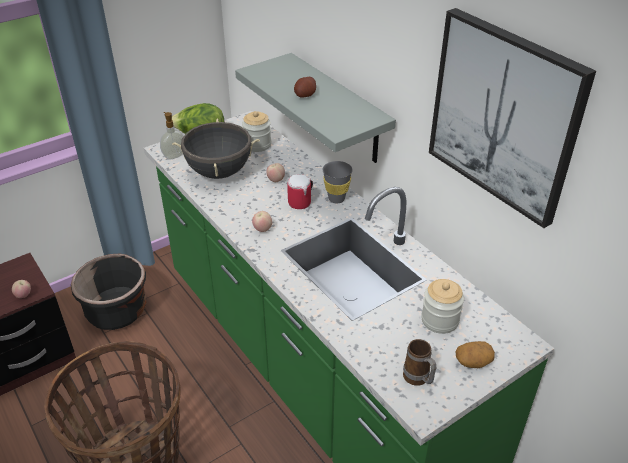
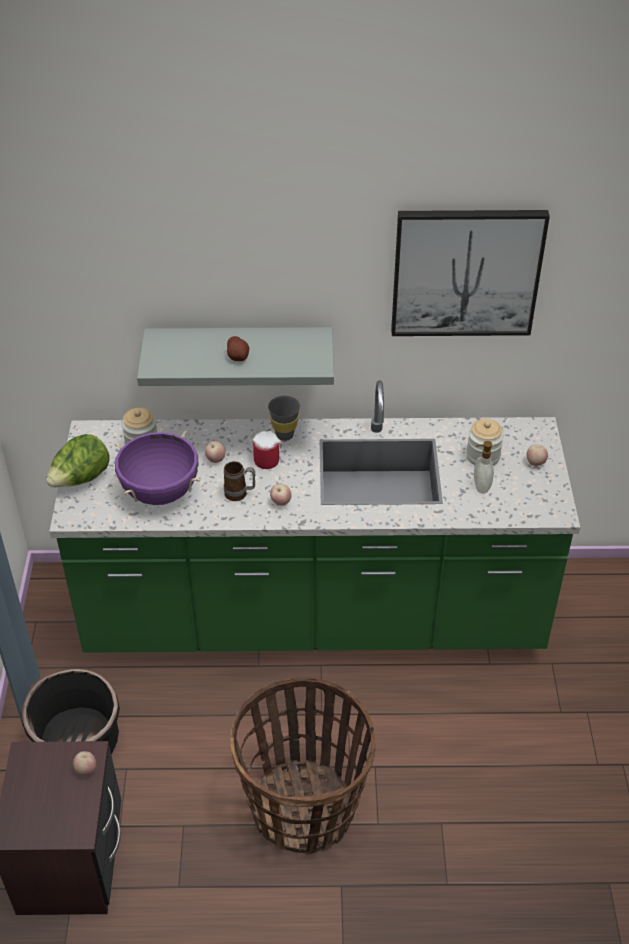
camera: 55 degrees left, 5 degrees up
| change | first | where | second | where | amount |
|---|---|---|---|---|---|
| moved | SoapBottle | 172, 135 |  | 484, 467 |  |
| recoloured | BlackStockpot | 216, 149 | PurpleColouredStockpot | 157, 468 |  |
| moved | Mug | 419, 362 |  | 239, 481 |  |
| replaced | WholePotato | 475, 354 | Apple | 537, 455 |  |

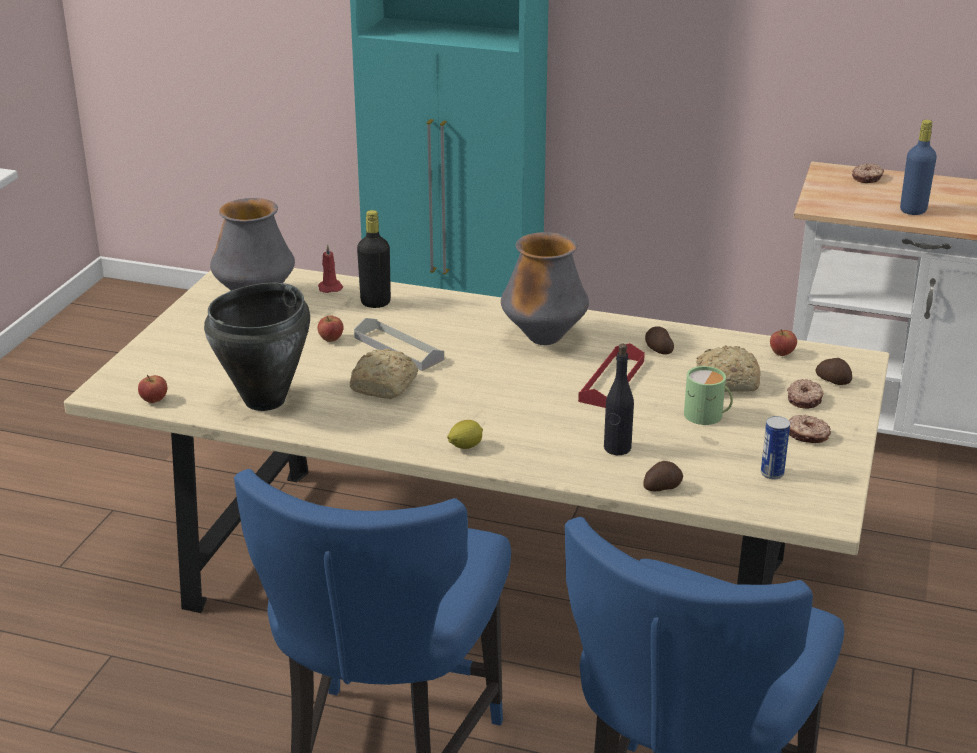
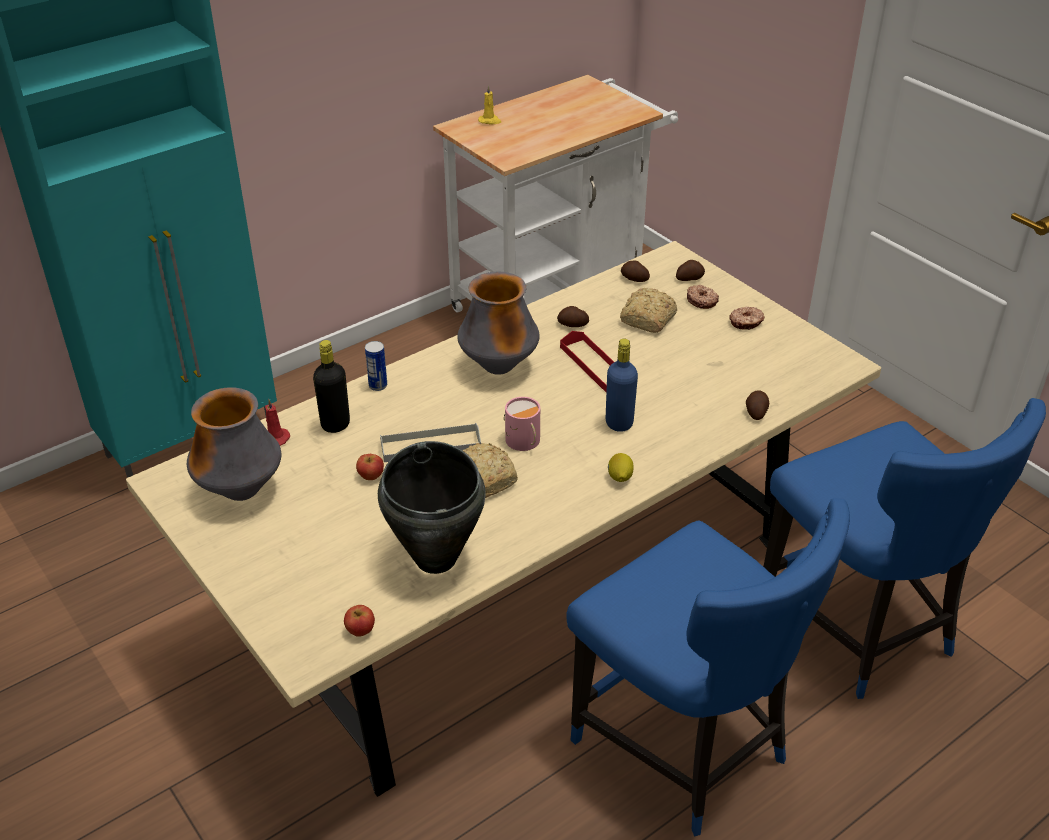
camera: 55 degrees left, 10 degrees up
| change | first | where | second | where | amount |
|---|---|---|---|---|---|
| removed | BlackDrinkBottle | 619, 399 |  |  |  |
| removed | GreenColouredMug | 708, 395 |  |  |  |
| moved | MetalCan | 775, 447 |  | 376, 366 |  |
| replaced | Apple | 783, 342 | WholePotato | 635, 271 |  |
| replaced | Donut | 868, 173 | YellowishWaxCandle | 489, 105 |  |
| moved | BlueColouredDrinkBottle | 918, 167 |  | 622, 385 |  |
| added |  |  | PinkColouredMug | 522, 424 |  |

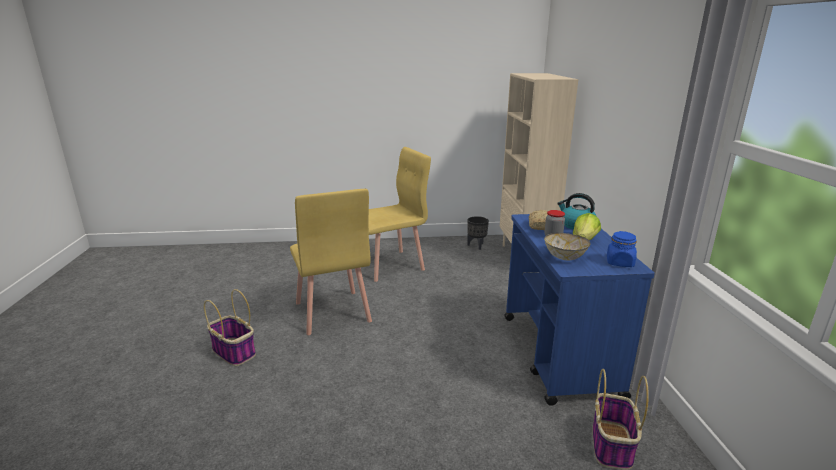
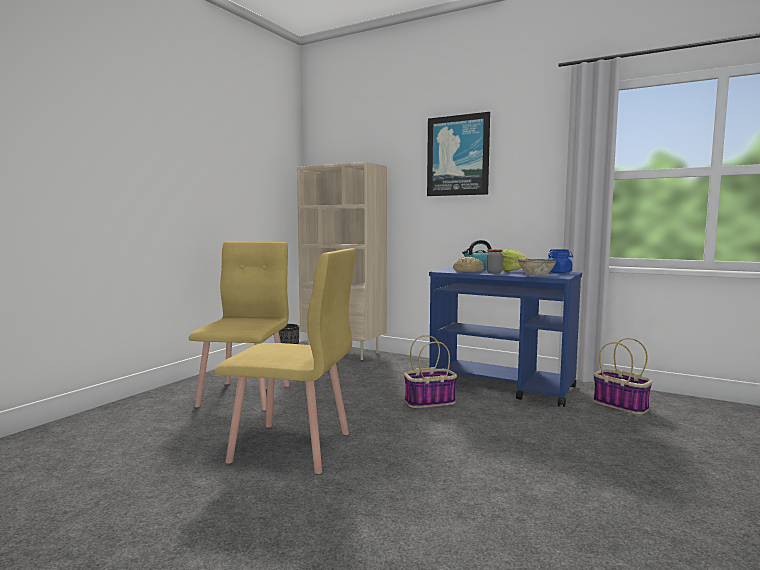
camera: 55 degrees left, 15 degrees down
| change | first | where | second | where | amount |
|---|---|---|---|---|---|
| moved | Basket | 230, 327 |  | 430, 371 |  |
| added |  |  | WallPicture | 458, 154 |  |

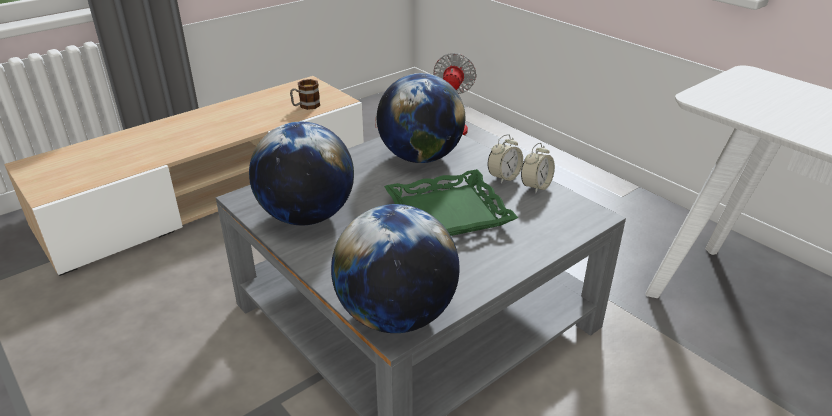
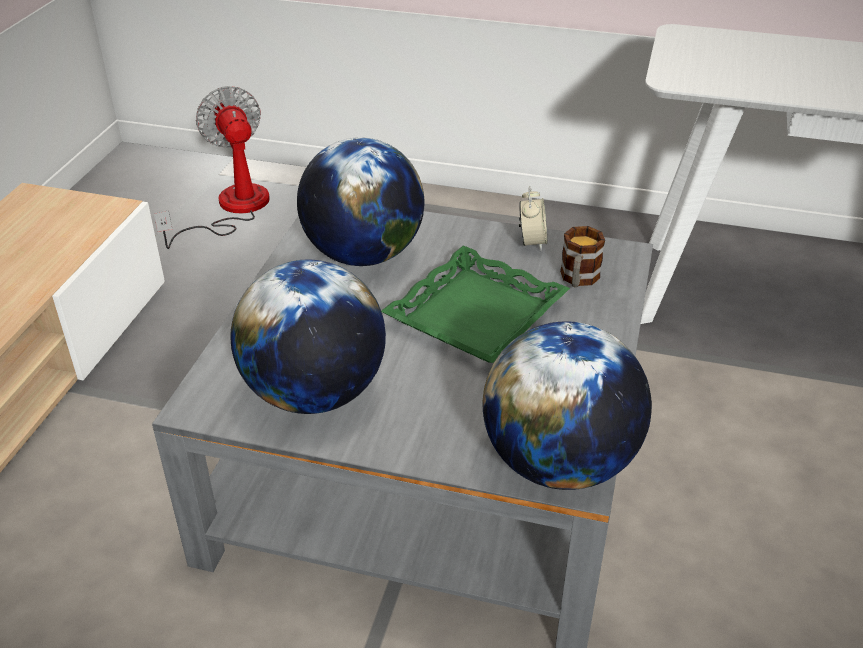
camera: 35 degrees left, 5 degrees up
| change | first | where | second | where | amount |
|---|---|---|---|---|---|
| moved | Mug | 305, 94 |  | 582, 256 |  |
| removed | AlarmClock | 505, 159 |  |  |  |

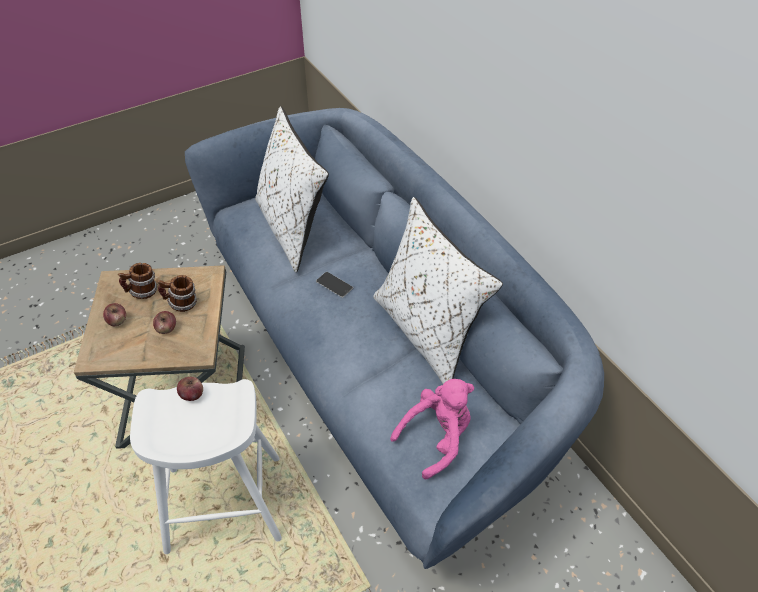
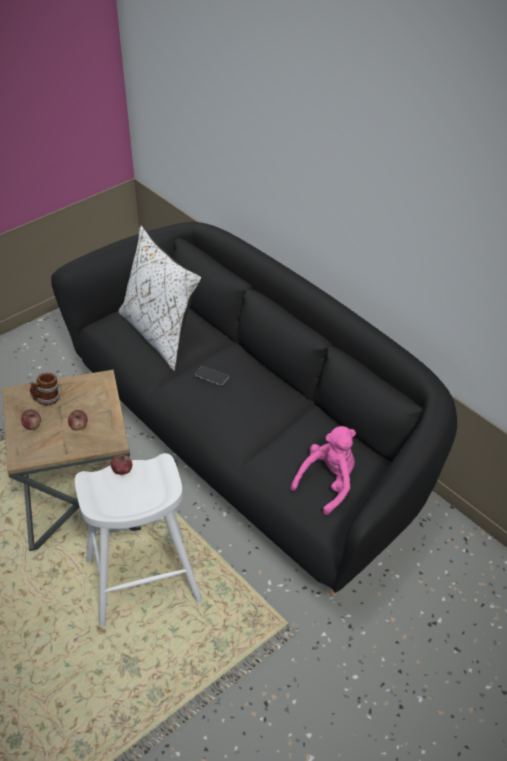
camera: 10 degrees left, 5 degrees down
| change | first | where | second | where | amount |
|---|---|---|---|---|---|
| removed | Mug | 177, 293 |  |  |  |
| recoloured | BlueColouredSettee | 394, 338 | BlackSettee | 254, 409 |  |
| removed | WhitishThrowPillow | 438, 290 |  |  |  |

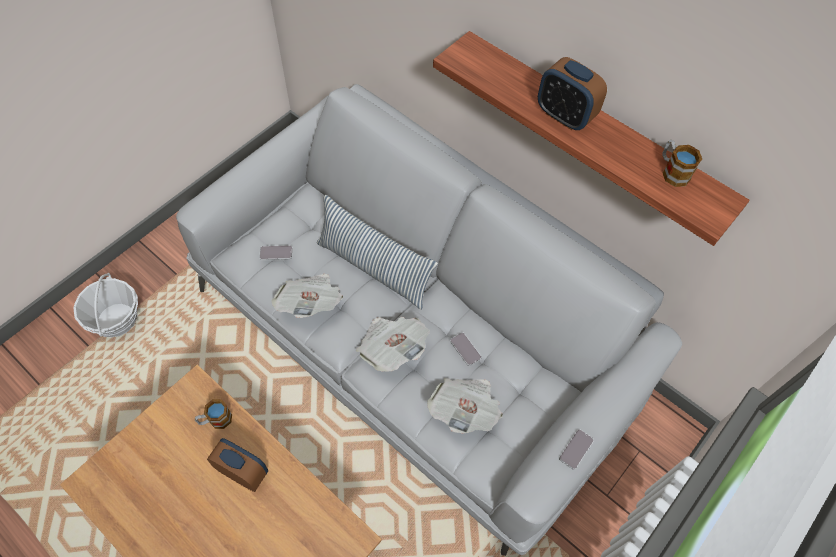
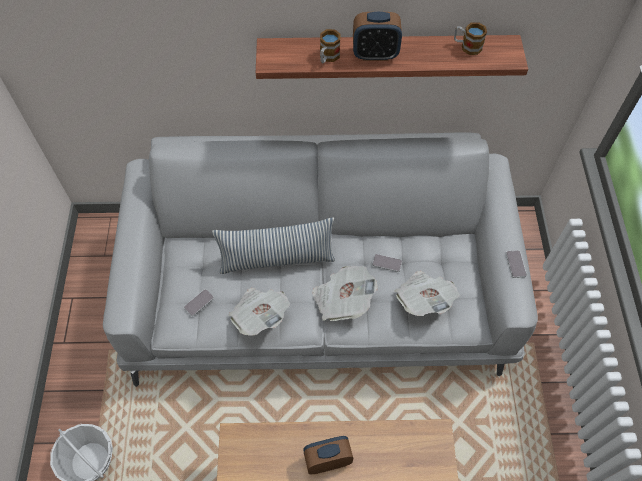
camera: 40 degrees left, 0 degrees up
| change | first | where | second | where | amount |
|---|---|---|---|---|---|
| moved | Mug | 213, 414 |  | 330, 46 |  |

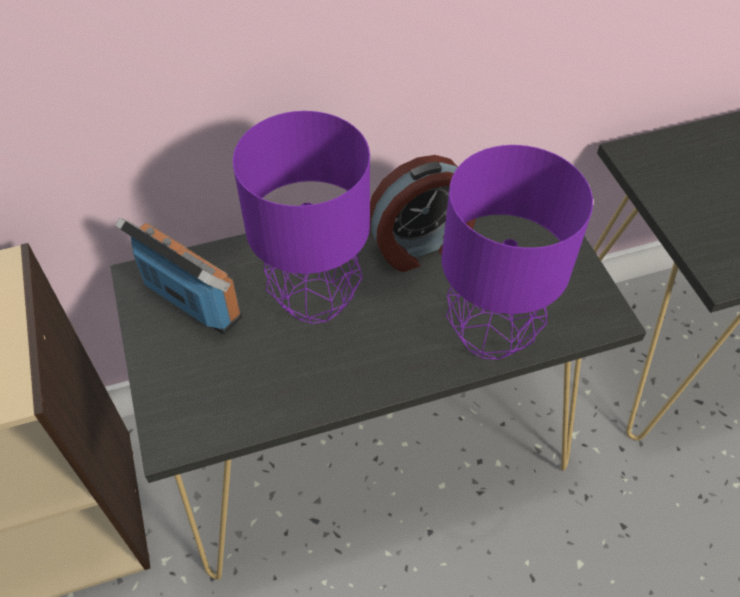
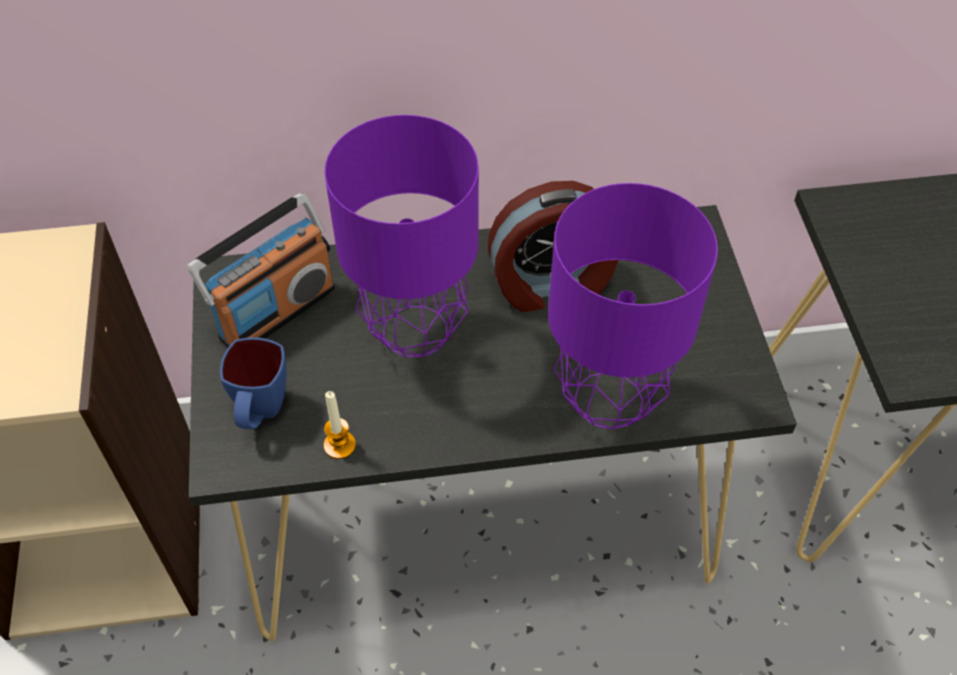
camera: 10 degrees right, 0 degrees up
| change | first | where | second | where | amount |
|---|---|---|---|---|---|
| turned | Radio | 178, 276 |  | 261, 270 | 90 degrees clockwise |
| added |  |  | BlueColouredMug | 253, 383 |  |
| added |  |  | WaxCandle | 340, 425 |  |

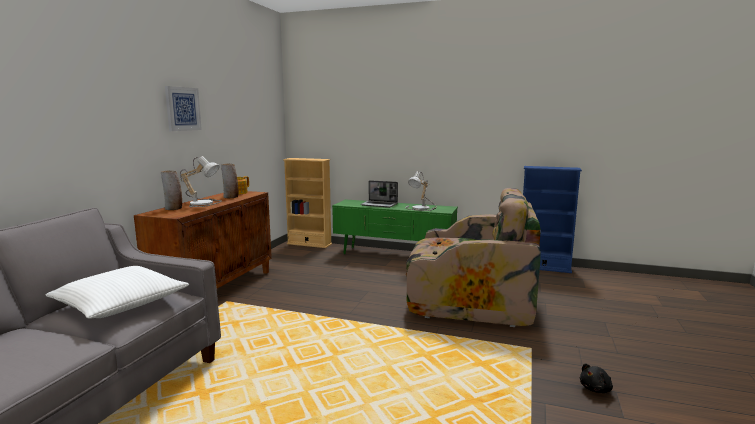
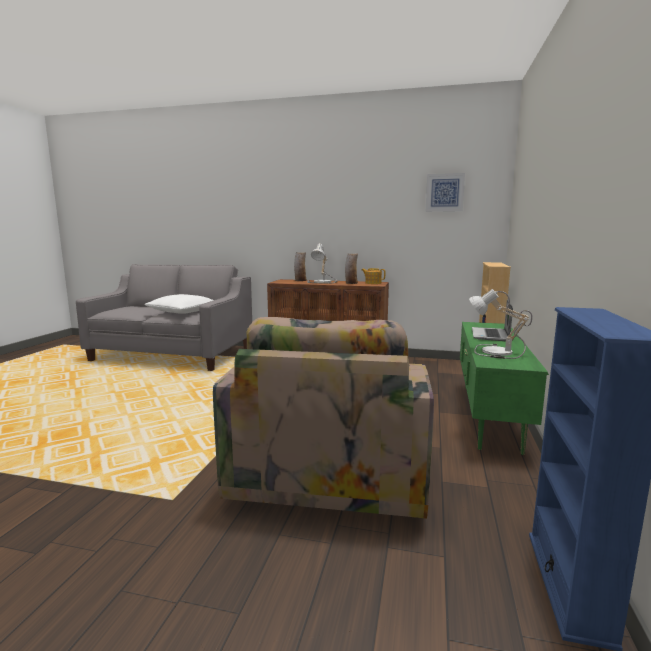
camera: 85 degrees right, 0 degrees up
| change | first | where | second | where | amount |
|---|---|---|---|---|---|
| moved | WallPicture | 183, 108 |  | 445, 192 |  |
| removed | BlackSoftToy | 596, 378 |  |  |  |

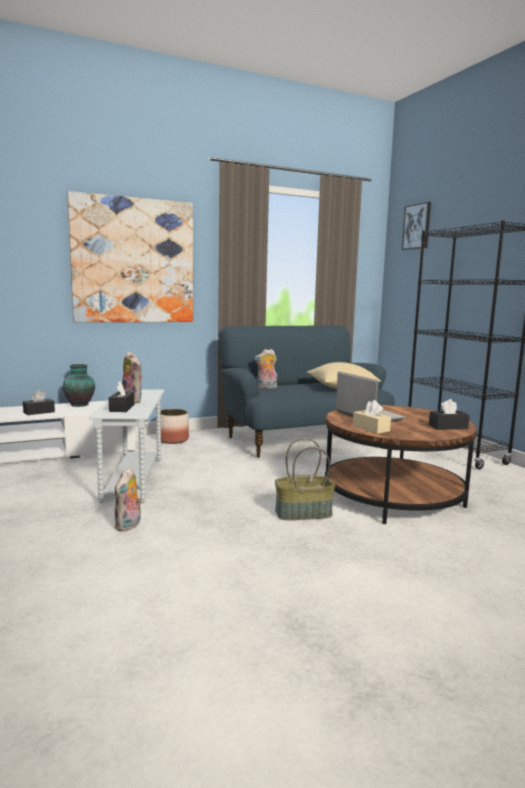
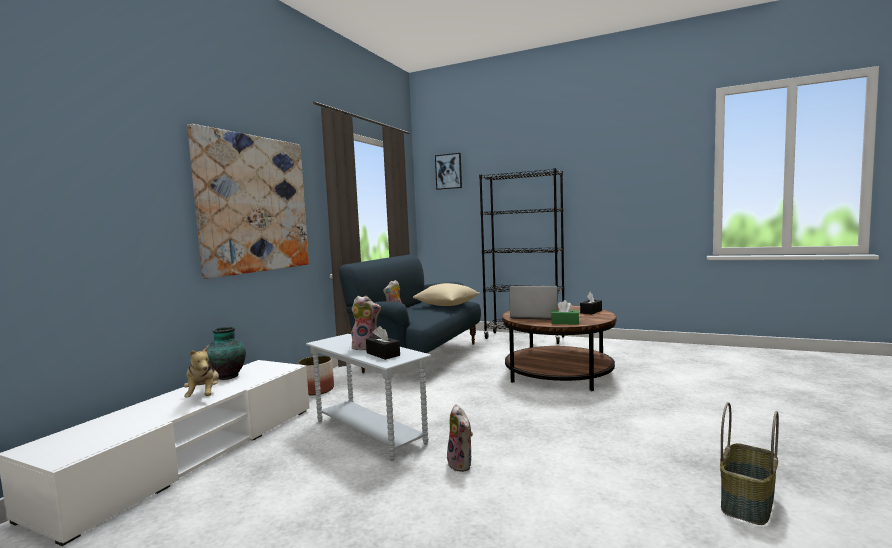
camera: 40 degrees left, 5 degrees down
| change | first | where | second | where | amount |
|---|---|---|---|---|---|
| replaced | BlackTissueBox | 39, 402 | SoftToy | 201, 371 |  |
| moved | Basket | 305, 479 |  | 749, 463 |  |
| recoloured | BeigeTissueBox | 372, 417 | GreenColouredTissueBox | 565, 312 |  |

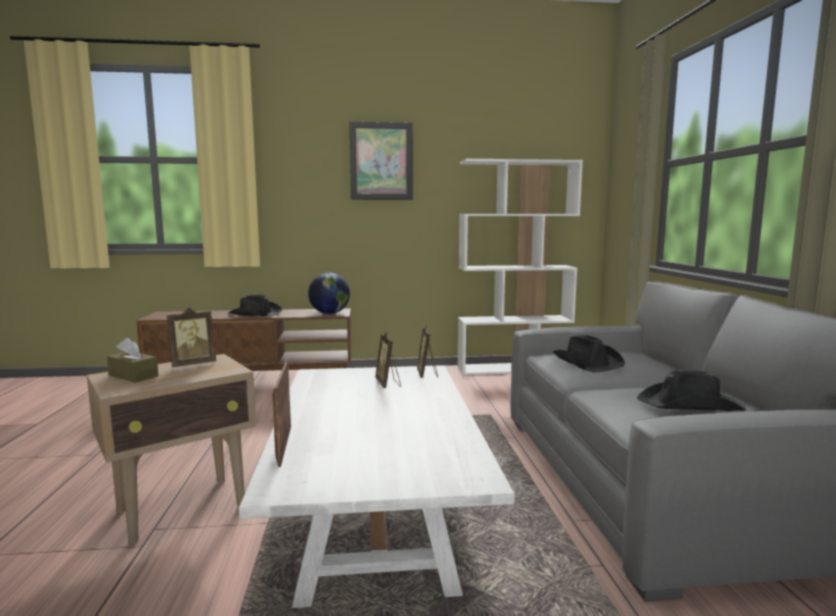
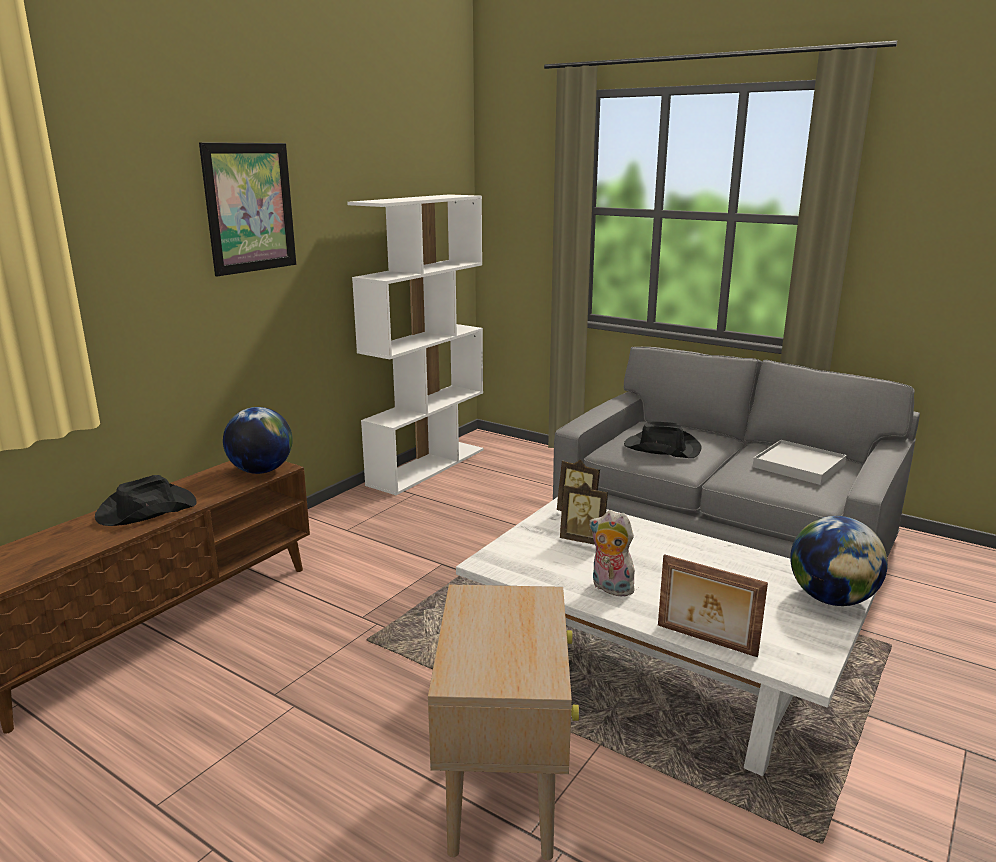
camera: 50 degrees left, 10 degrees up
| change | first | where | second | where | amount |
|---|---|---|---|---|---|
| removed | BrownishTissueBox | 133, 360 |  |  |  |
| removed | PictureFrame | 191, 337 |  |  |  |
| replaced | BlackHat | 691, 390 | WhitishServingTray | 799, 462 |  |
| added |  |  | SoftToy | 613, 553 |  |
| added |  |  | Globe | 839, 561 |  |

